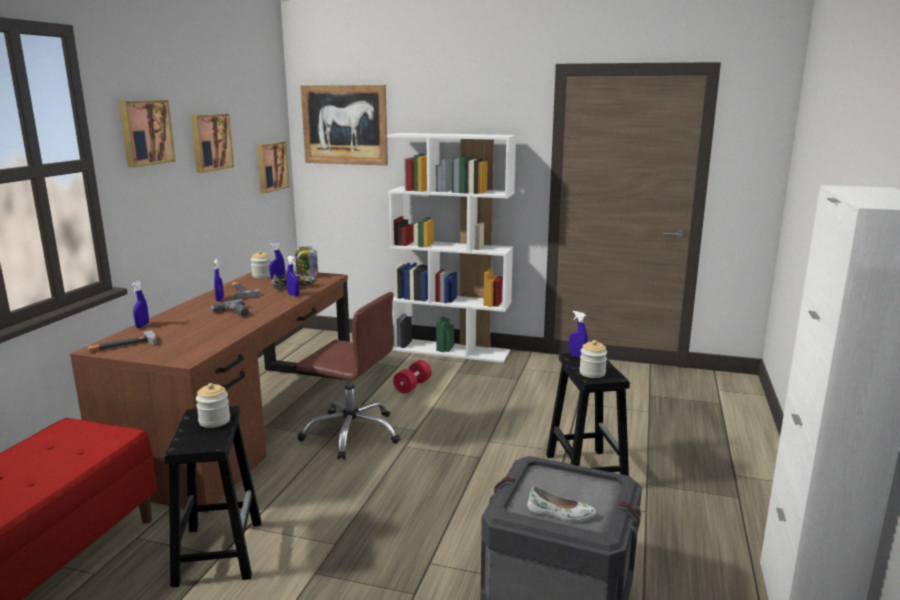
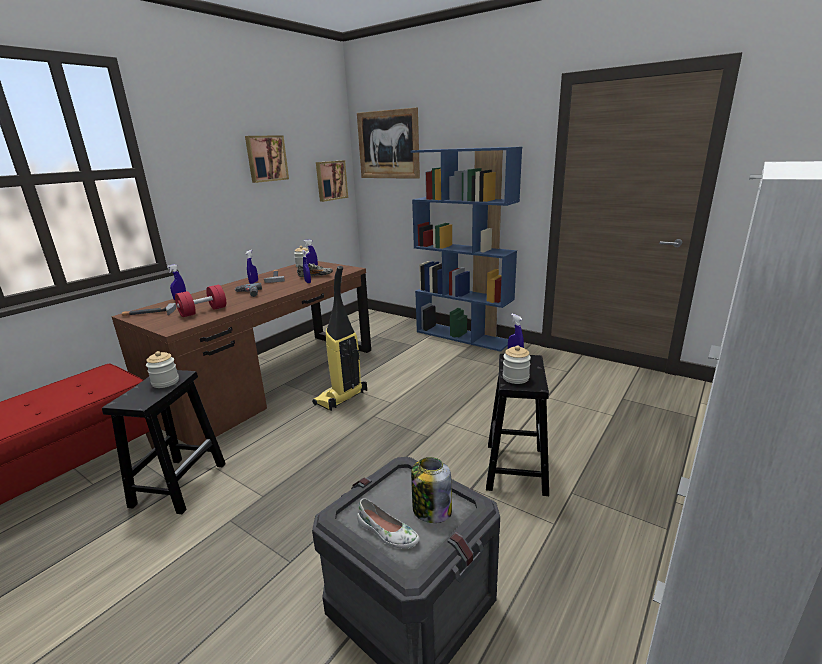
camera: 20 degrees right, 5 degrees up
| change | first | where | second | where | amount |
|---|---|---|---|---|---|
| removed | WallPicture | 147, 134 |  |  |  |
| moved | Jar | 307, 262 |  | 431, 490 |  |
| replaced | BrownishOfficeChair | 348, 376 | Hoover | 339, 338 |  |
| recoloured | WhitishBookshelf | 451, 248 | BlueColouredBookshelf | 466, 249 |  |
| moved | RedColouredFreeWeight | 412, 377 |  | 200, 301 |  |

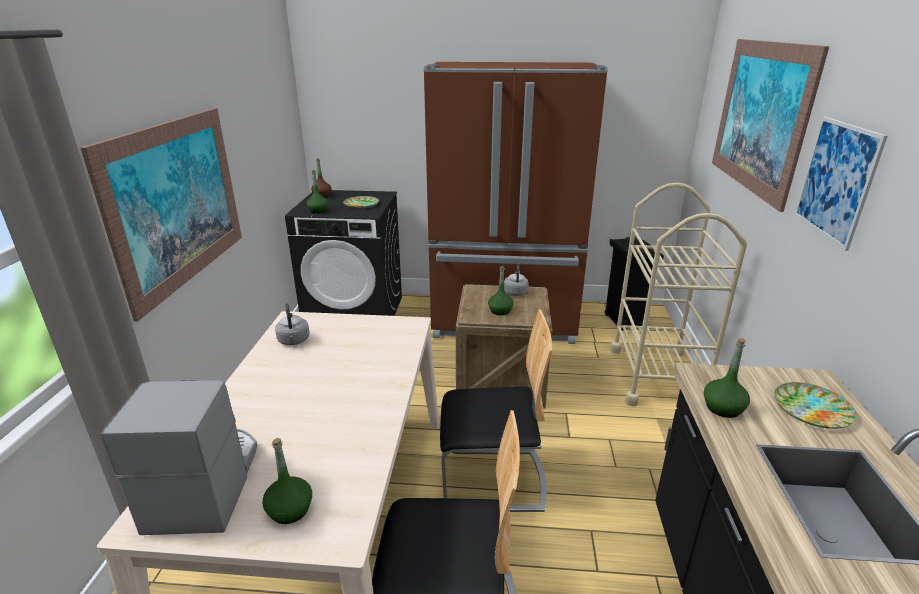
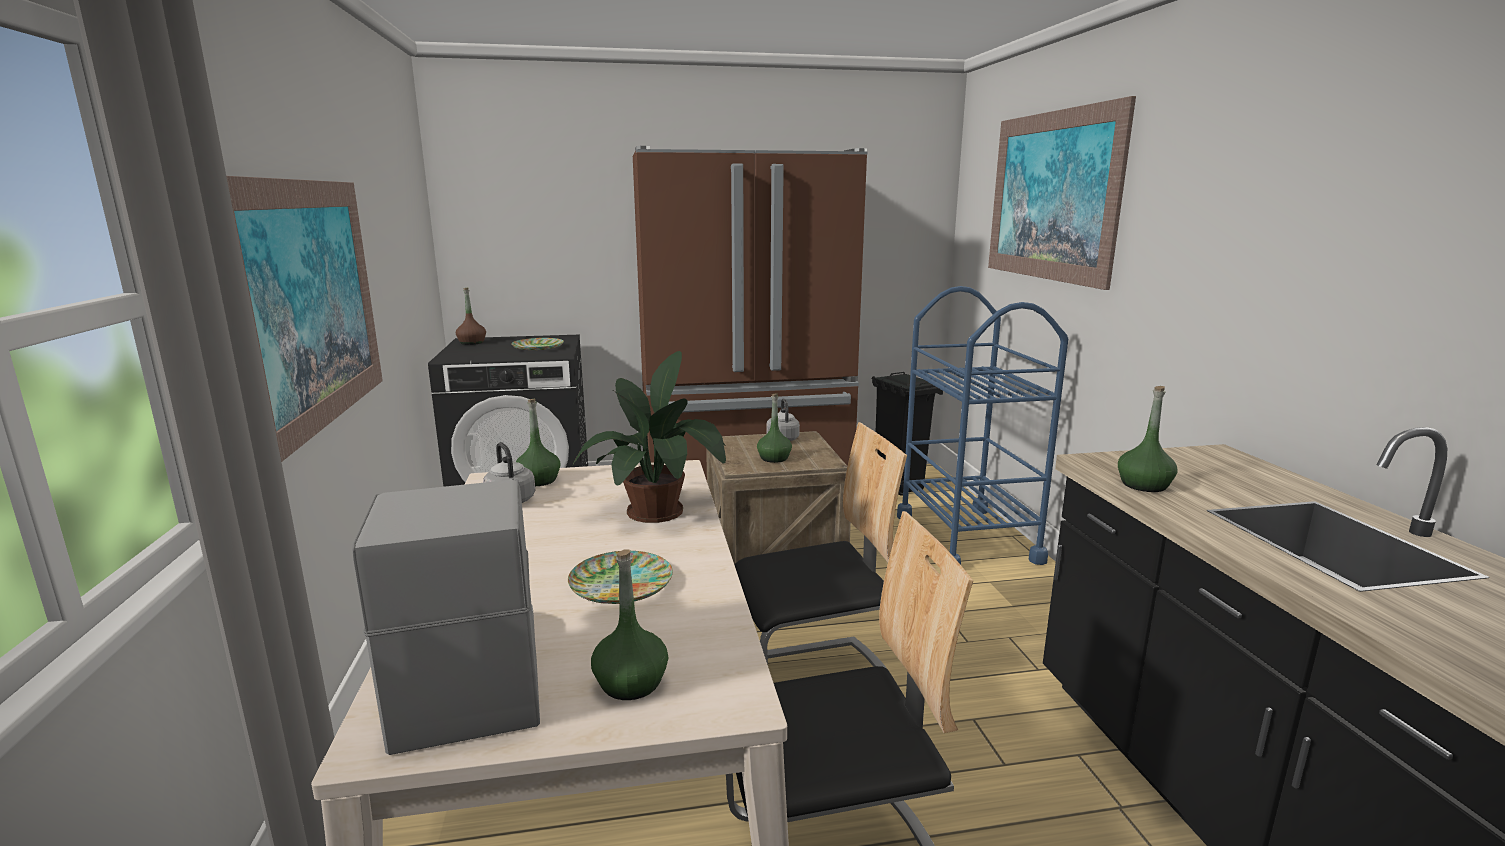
camera: 15 degrees left, 10 degrees down
| change | first | where | second | where | amount |
|---|---|---|---|---|---|
| moved | GreenColouredDrinkBottle | 318, 191 |  | 538, 442 |  |
| recoloured | BeigeTrolley | 678, 294 | BlueColouredTrolley | 982, 425 |  |
| moved | Plate | 815, 405 |  | 620, 577 |  |
| removed | WallPicture | 841, 184 |  |  |  |
| added |  |  | Houseplant | 649, 437 |  |

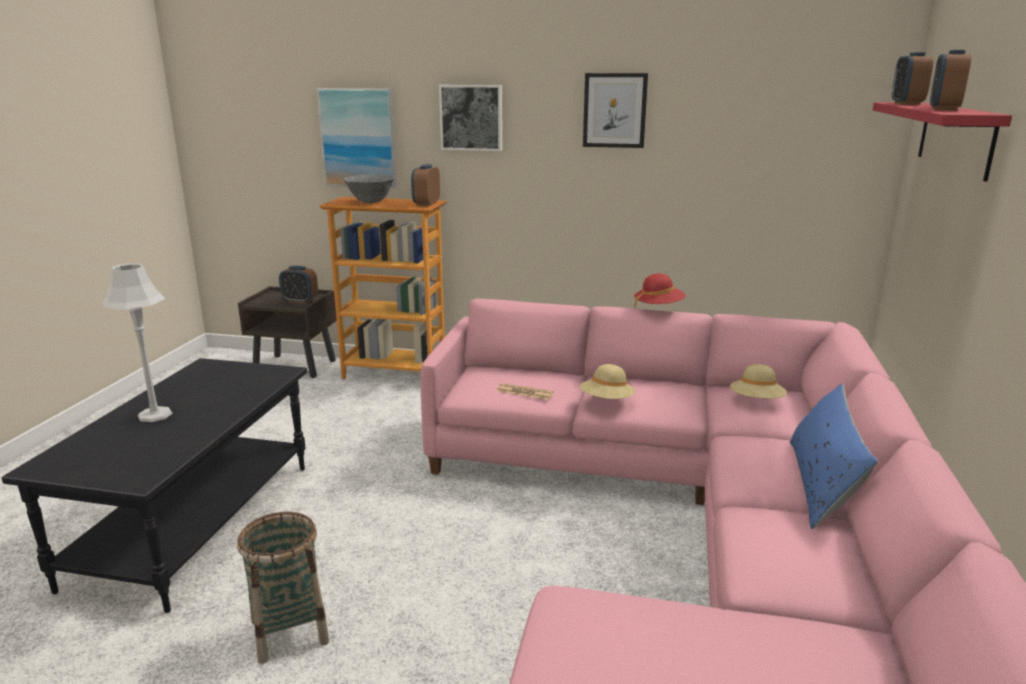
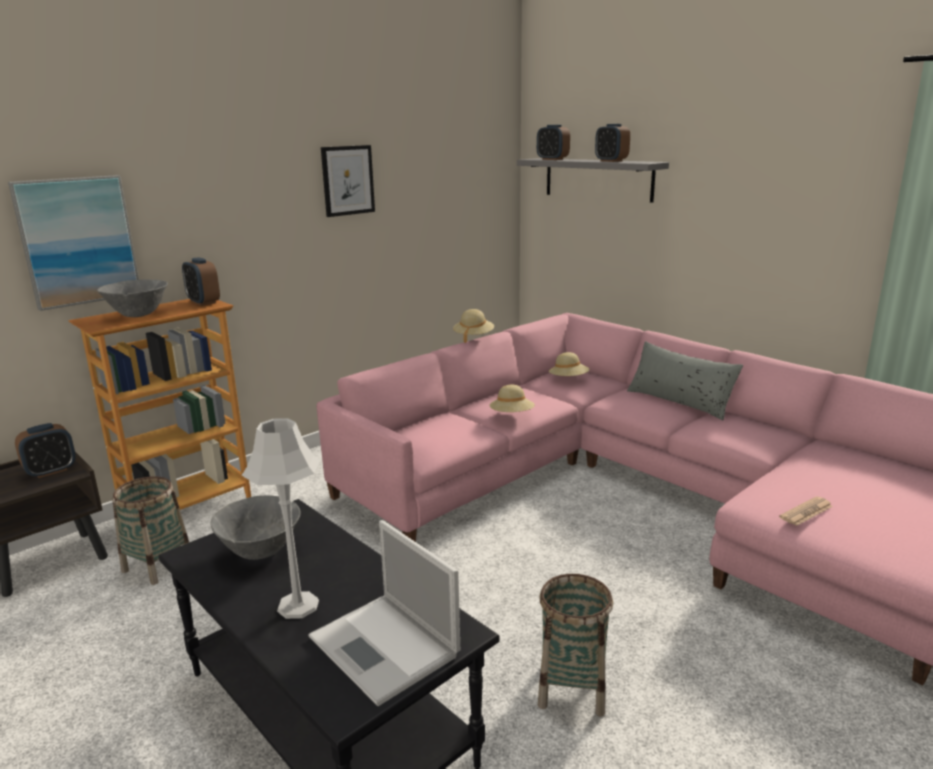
camera: 55 degrees left, 0 degrees up
| change | first | where | second | where | amount |
|---|---|---|---|---|---|
| removed | WallPicture | 470, 118 |  |  |  |
| moved | Newspaper | 525, 391 |  | 806, 511 |  |
| recoloured | RedColouredHat | 660, 290 | BeigeHat | 473, 326 |  |
| recoloured | BlueColouredThrowPillow | 834, 456 | GrayThrowPillow | 685, 380 |  |
| recoloured | RedColouredWallShelf | 942, 142 | GrayWallShelf | 593, 180 |  |
| added |  |  | Basket | 150, 530 |  |
| added |  |  | GrayServingBowl | 255, 527 |  |
| added |  |  | Laptop | 384, 613 |  |

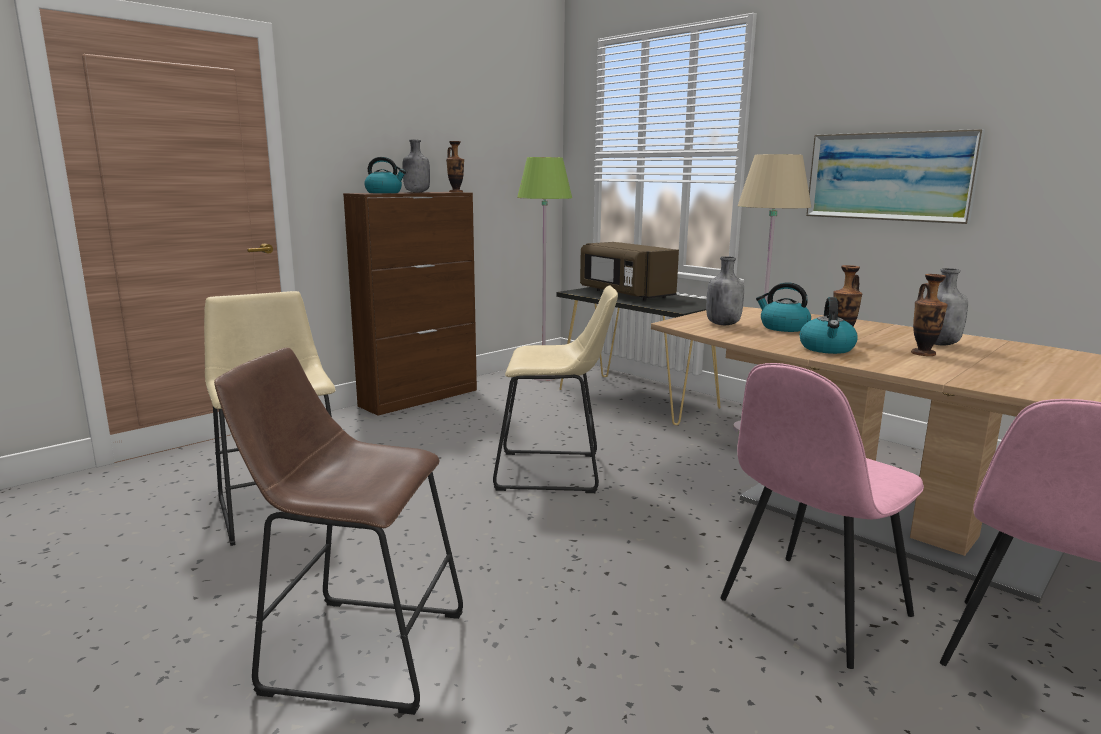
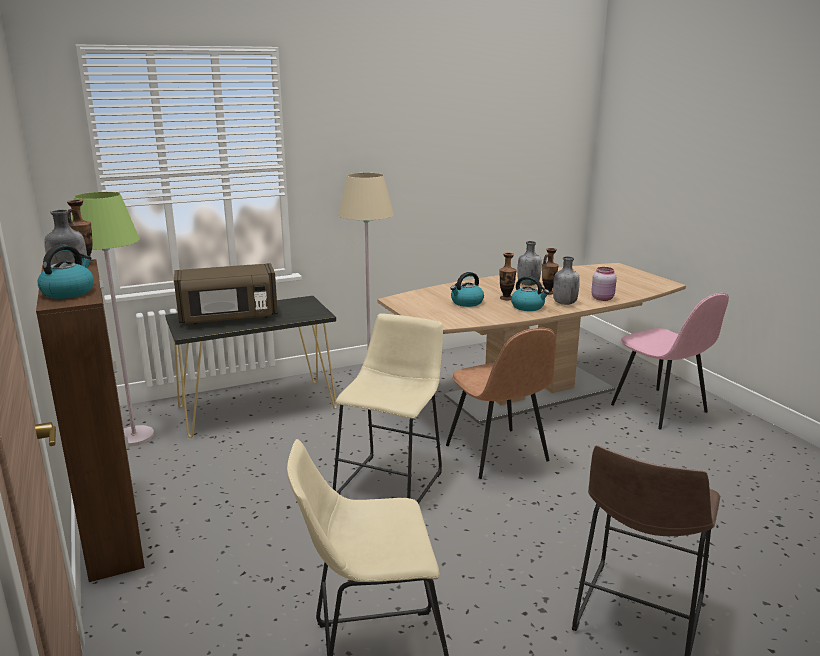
camera: 70 degrees left, 5 degrees up
| change | first | where | second | where | amount |
|---|---|---|---|---|---|
| moved | GrayDrinkBottle | 725, 290 |  | 566, 280 |  |
| removed | PinkColouredChair | 822, 516 |  |  |  |
| removed | WallPicture | 895, 176 |  |  |  |
| added |  |  | BrownishChair | 501, 403 |  |
| added |  |  | PinkColouredJar | 604, 284 |  |

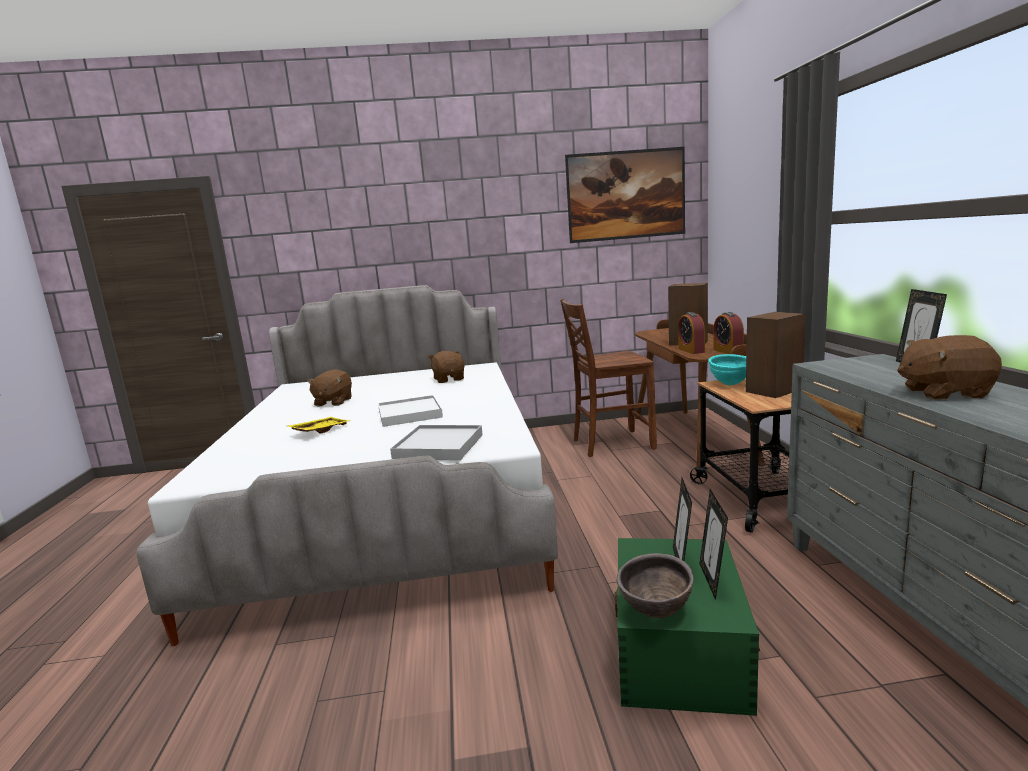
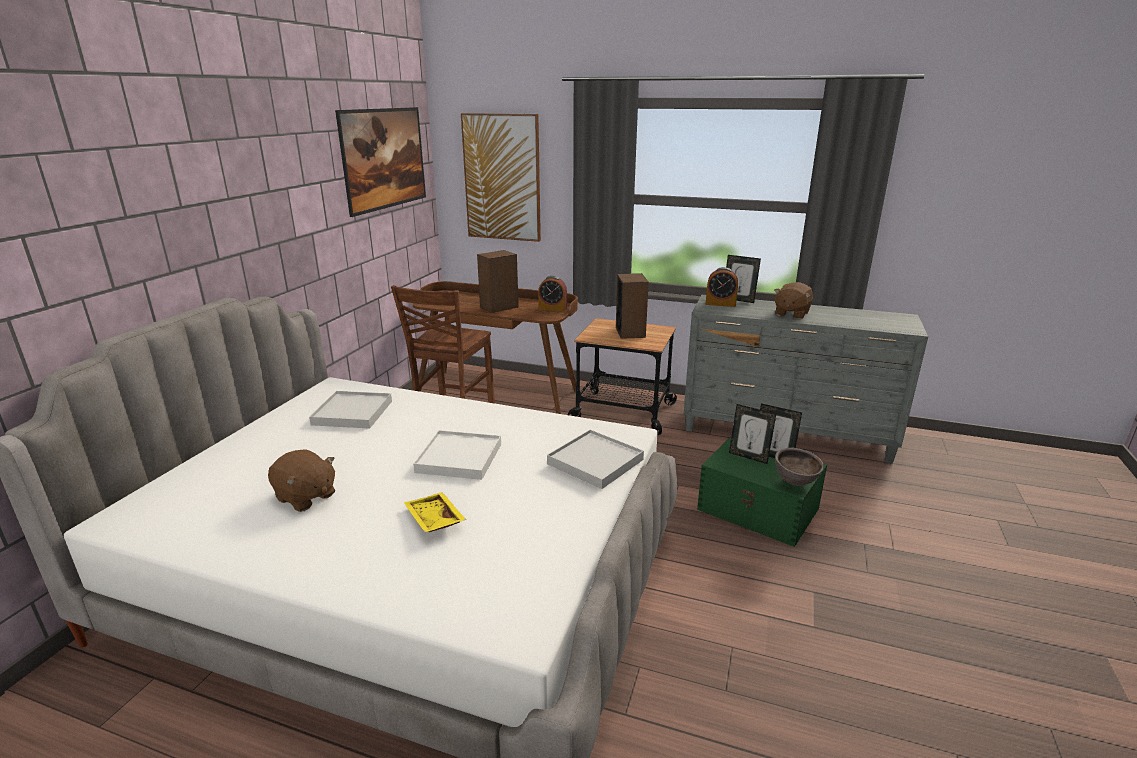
camera: 65 degrees left, 10 degrees up
| change | first | where | second | where | amount |
|---|---|---|---|---|---|
| replaced | BrownishSoftToy | 446, 367 | WhitishServingTray | 350, 410 |  |
| moved | AlarmClock | 691, 333 |  | 721, 287 |  |
| removed | BlueGreenServingBowl | 727, 369 |  |  |  |
| added |  |  | WallPicture | 501, 177 |  |

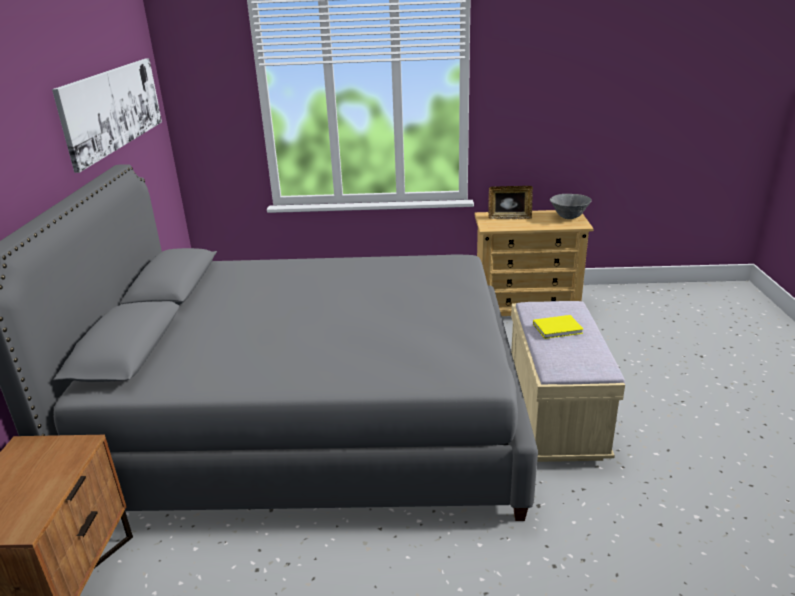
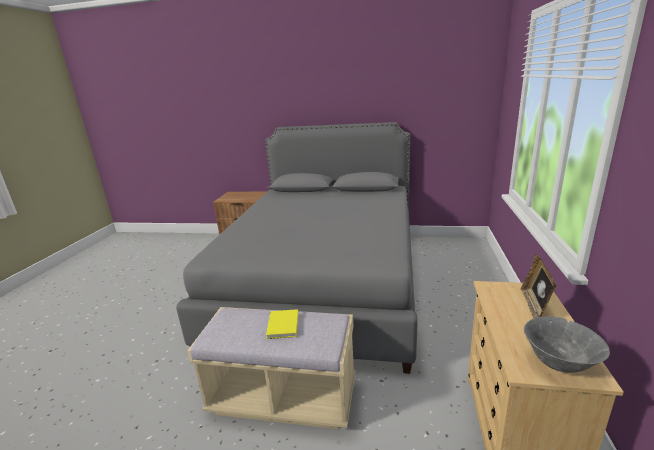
camera: 100 degrees right, 5 degrees down
| change | first | where | second | where | amount |
|---|---|---|---|---|---|
| removed | WallPicture | 107, 115 |  |  |  |

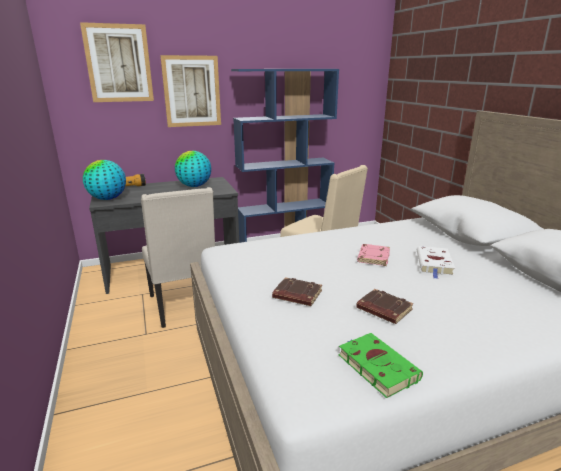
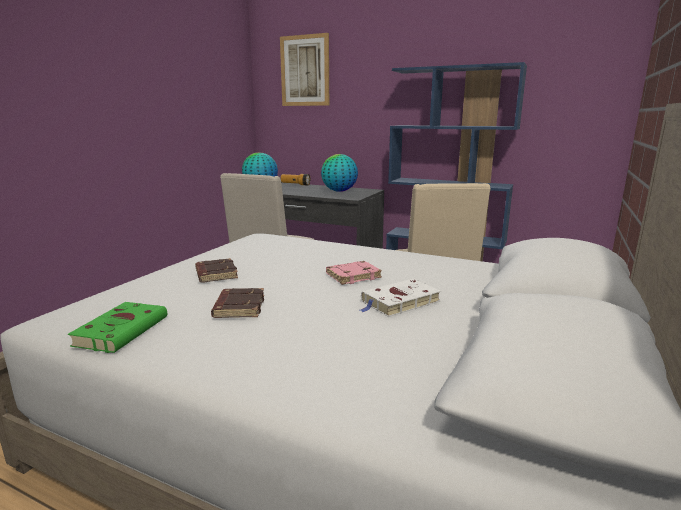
camera: 45 degrees right, 5 degrees down
| change | first | where | second | where | amount |
|---|---|---|---|---|---|
| removed | WallPicture | 190, 91 |  |  |  |

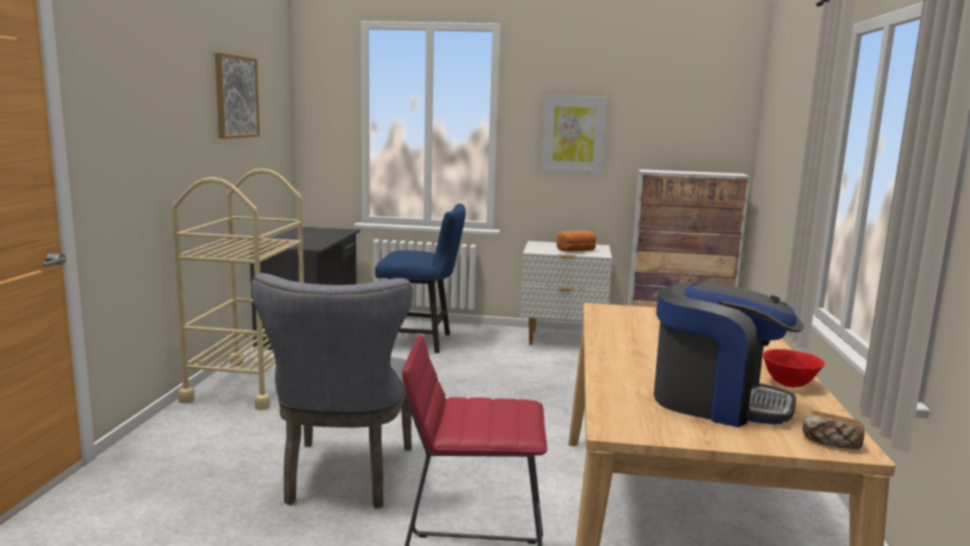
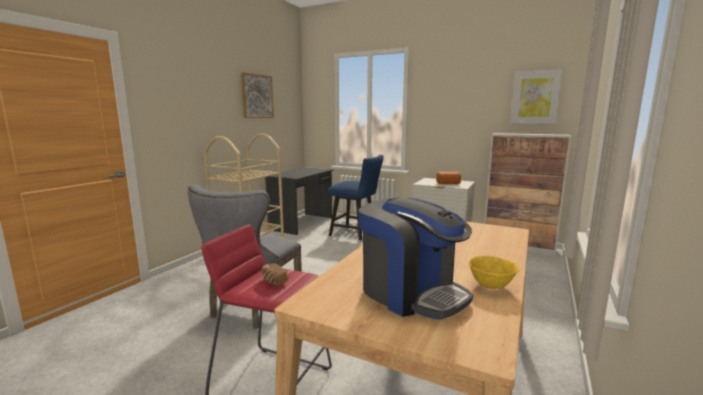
camera: 20 degrees right, 0 degrees up
| change | first | where | second | where | amount |
|---|---|---|---|---|---|
| moved | WallPicture | 574, 134 |  | 536, 96 |  |
| recoloured | RedColouredServingBowl | 794, 368 | YellowishServingBowl | 494, 272 |  |
| moved | Bread | 833, 430 |  | 274, 275 |  |

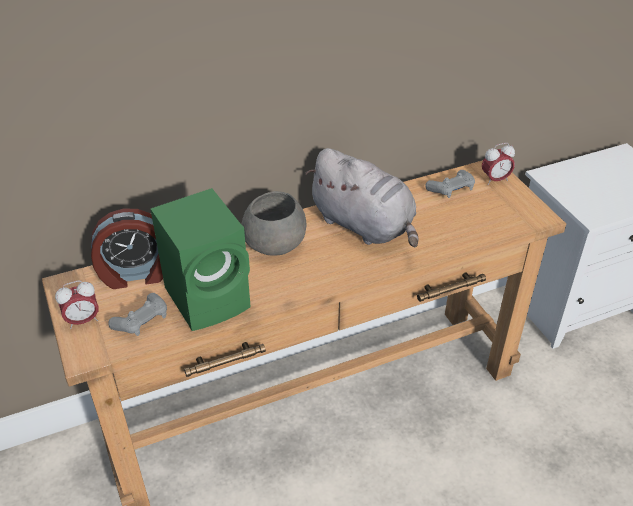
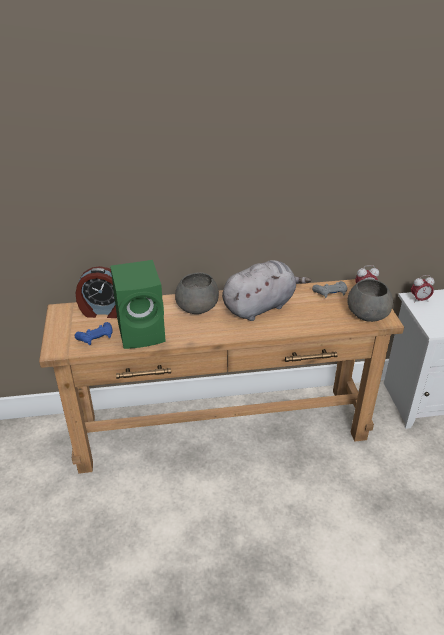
camera: 15 degrees right, 5 degrees down
| change | first | where | second | where | amount |
|---|---|---|---|---|---|
| moved | AlarmClock | 76, 304 |  | 422, 289 |  |
| recoloured | GrayGameController | 137, 314 | BlueColouredGameController | 94, 333 |  |
| turned | GraySoftToy | 361, 197 |  | 266, 290 | 90 degrees counterclockwise |
| added |  |  | GrayServingBowl | 370, 300 |  |

